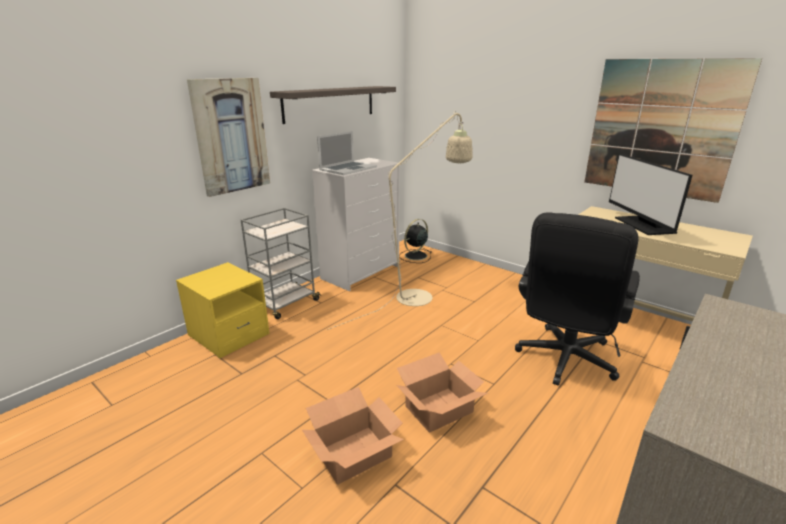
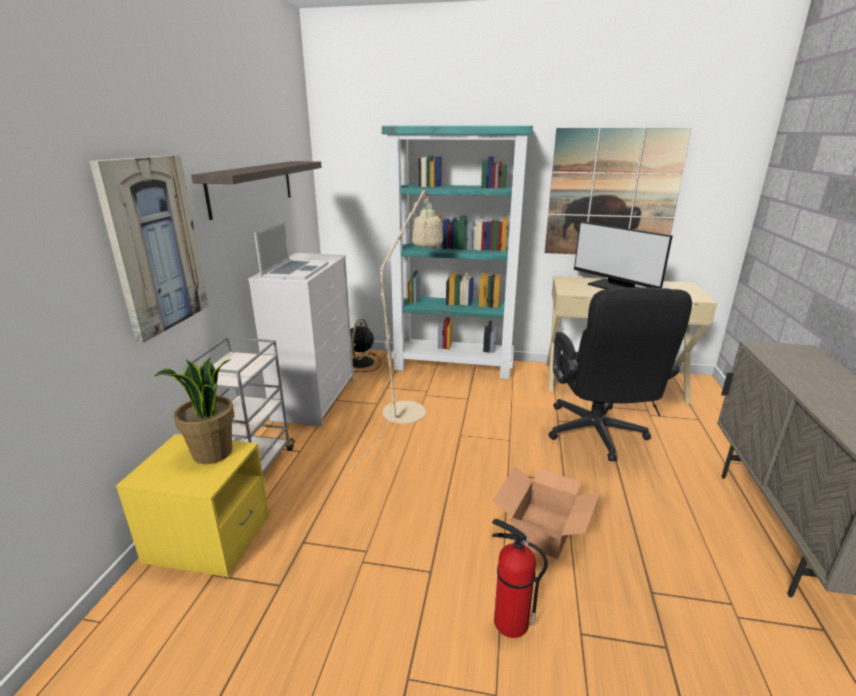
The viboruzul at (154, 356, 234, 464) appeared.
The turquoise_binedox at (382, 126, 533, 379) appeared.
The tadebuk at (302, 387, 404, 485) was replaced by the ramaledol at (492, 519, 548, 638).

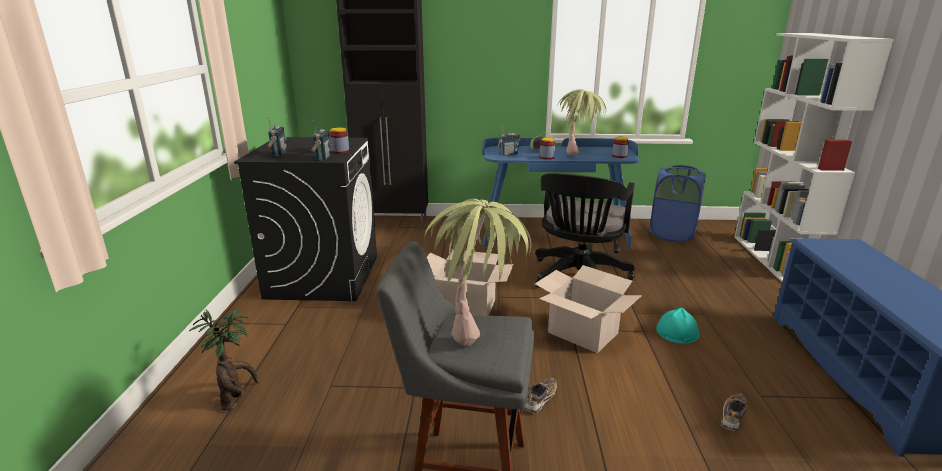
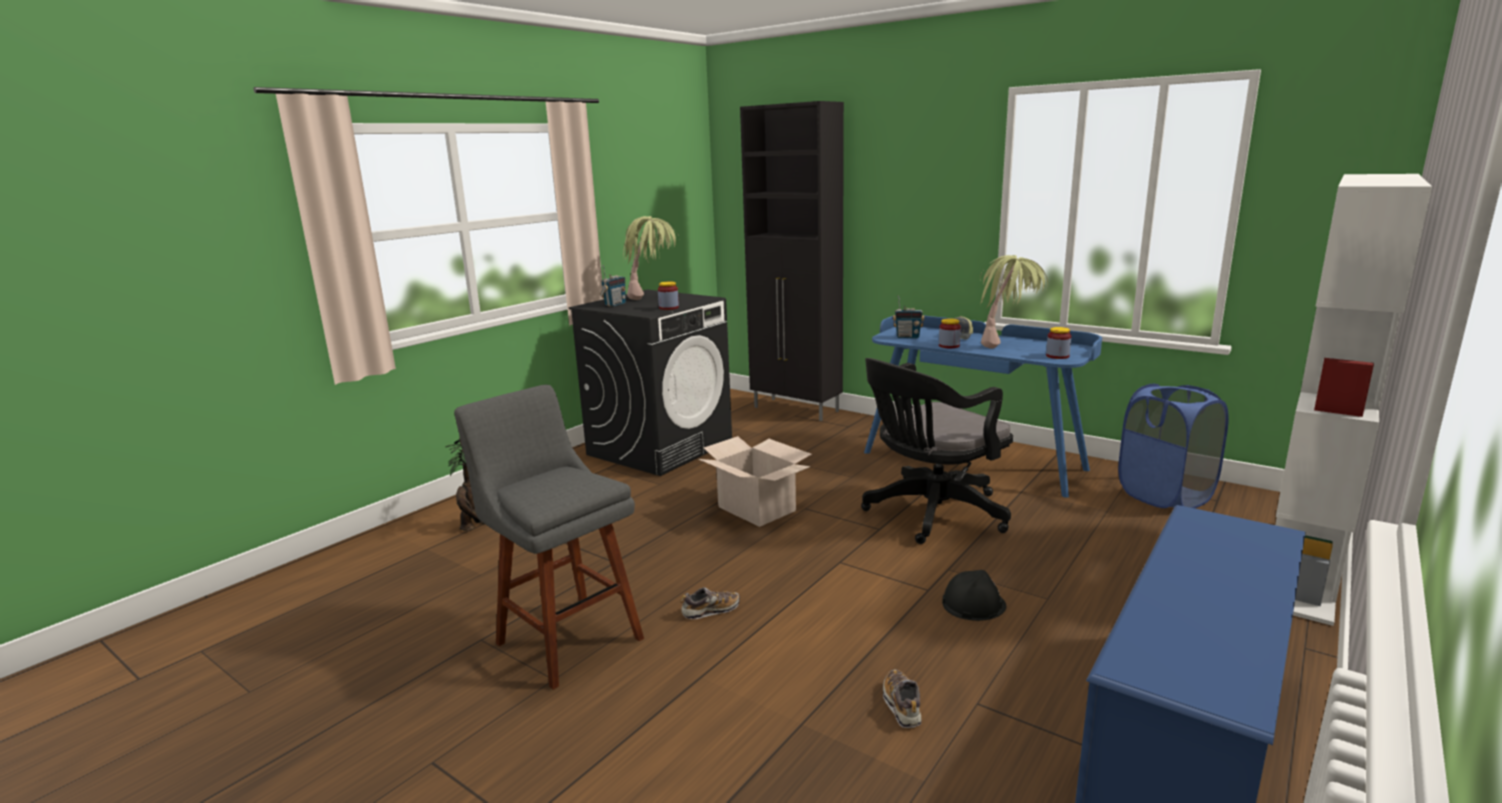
The viboruzul moved from (425, 199, 532, 346) to (623, 216, 679, 300).
The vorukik at (721, 393, 747, 431) turned 75 degrees counterclockwise.
The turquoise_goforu at (656, 308, 699, 344) became the black_goforu at (942, 570, 1007, 621).
The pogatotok at (311, 120, 331, 161) disappeared.
The tadebuk at (535, 265, 642, 353) disappeared.

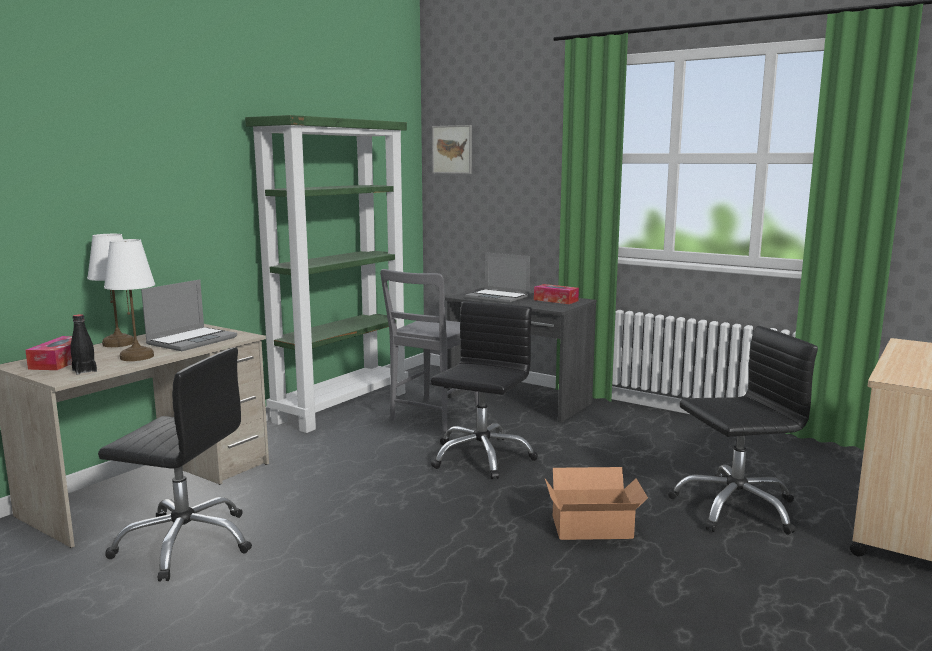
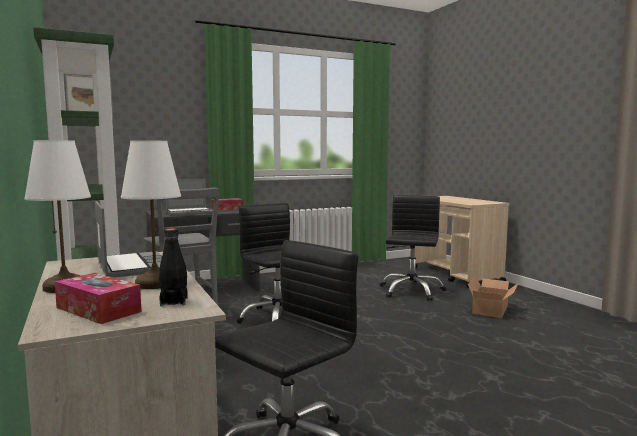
The tadebuk moved from (545, 467, 648, 540) to (468, 276, 519, 318).

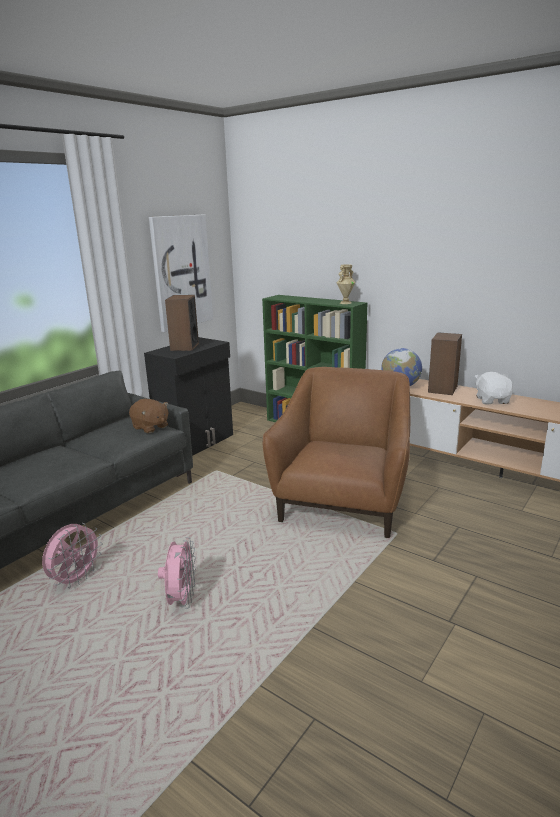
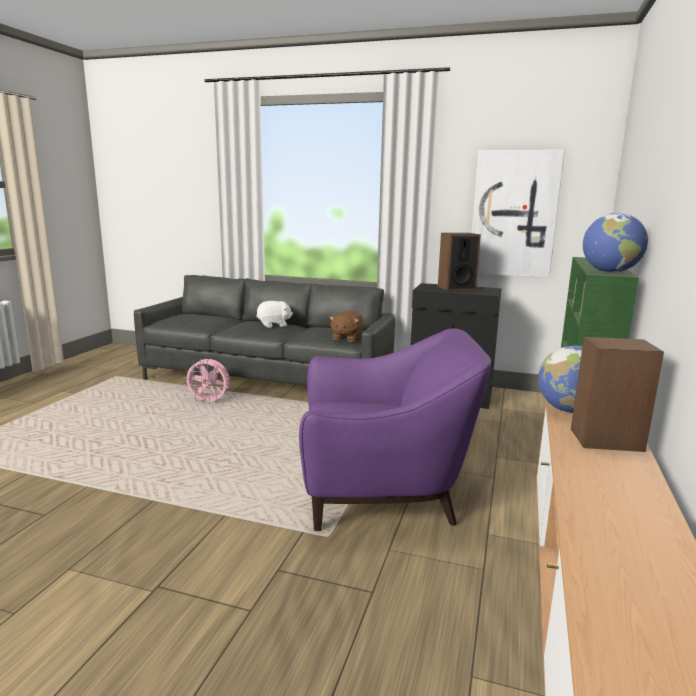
The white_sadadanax moved from (475, 372, 513, 404) to (256, 301, 293, 328).
The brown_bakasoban at (263, 367, 410, 538) became the purple_bakasoban at (299, 328, 491, 531).
The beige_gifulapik at (337, 264, 355, 304) was replaced by the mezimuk at (583, 213, 648, 273).
The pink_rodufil at (158, 537, 196, 609) disappeared.

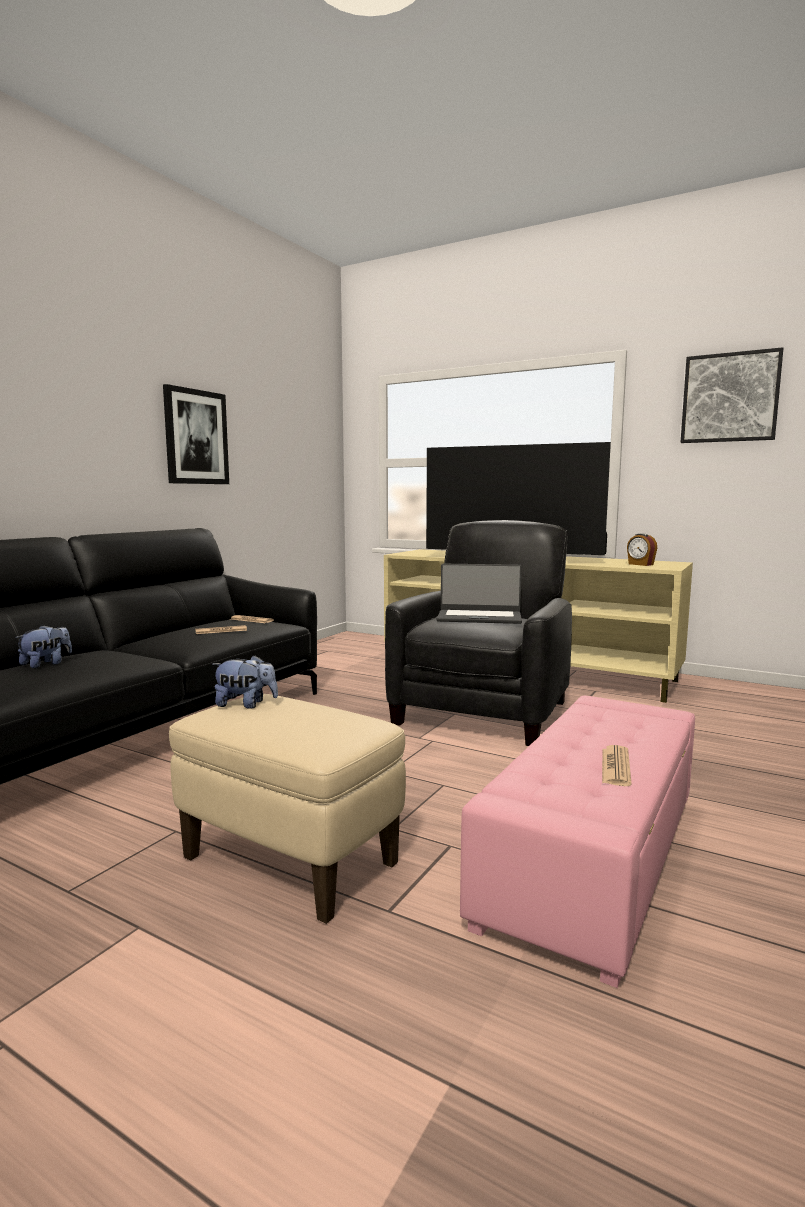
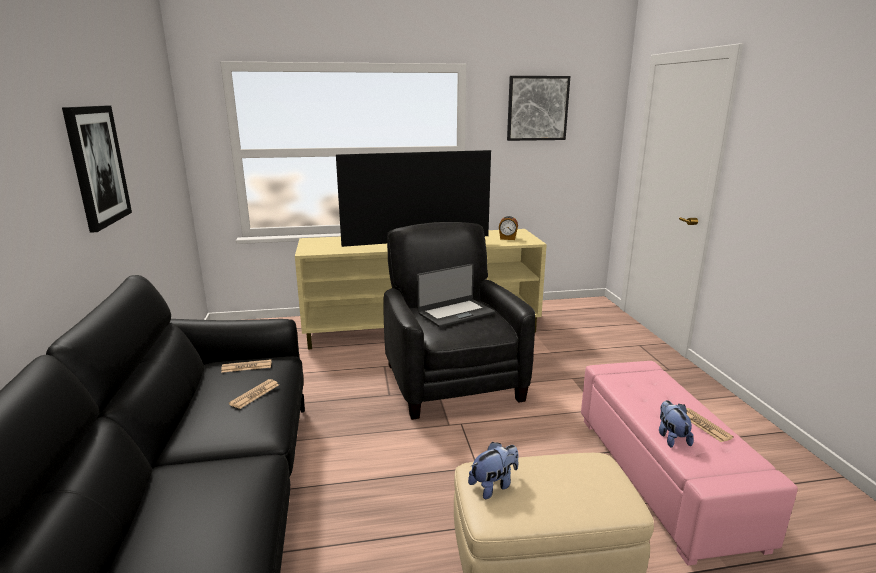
The sadadanax moved from (15, 625, 72, 668) to (659, 400, 694, 448).

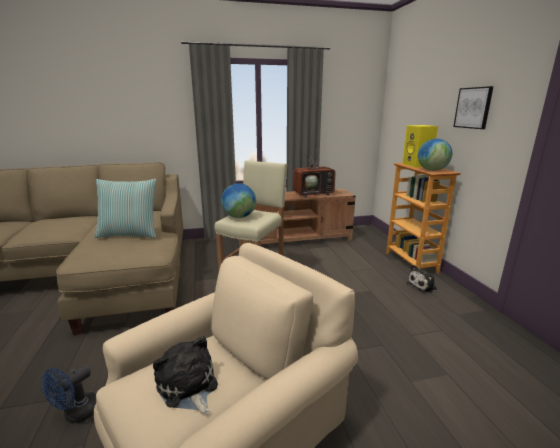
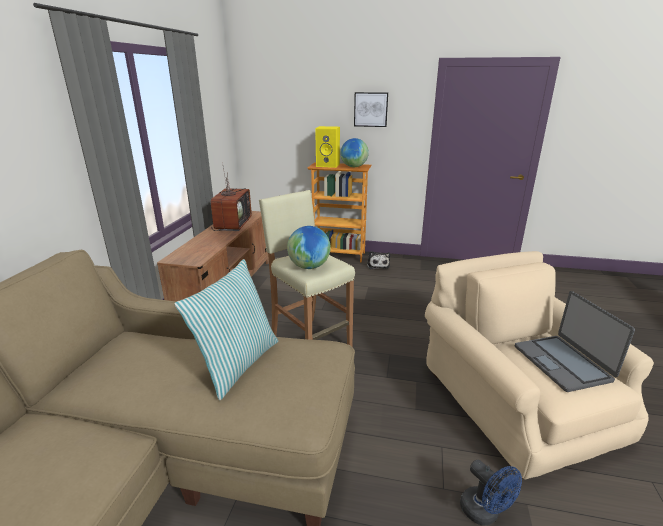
The sadadanax at (153, 336, 218, 415) was replaced by the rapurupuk at (515, 291, 635, 392).

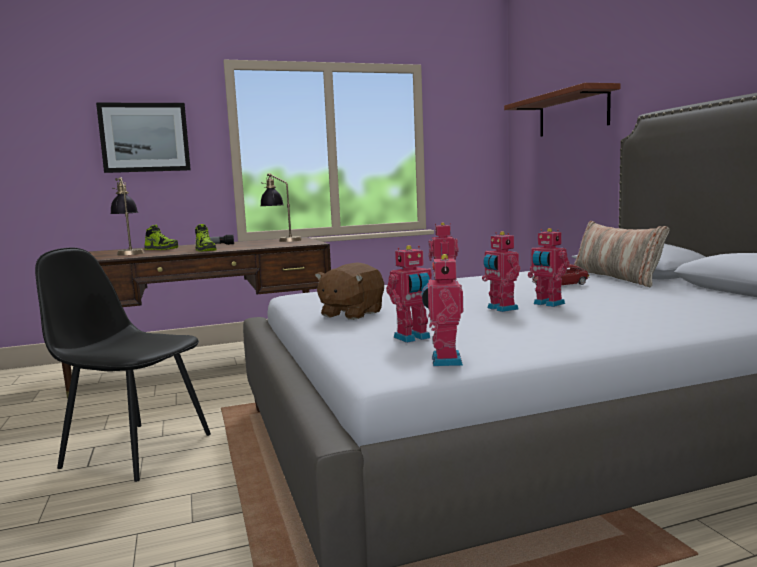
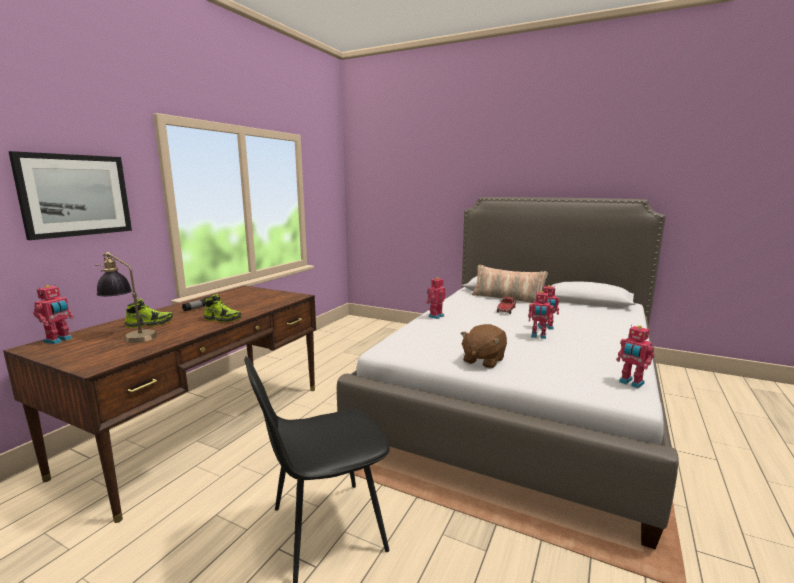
The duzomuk moved from (386, 245, 432, 343) to (33, 284, 74, 344).
The brown_sadadanax at (315, 263, 384, 320) turned 45 degrees clockwise.
The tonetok at (260, 173, 302, 242) disappeared.
The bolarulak at (504, 83, 621, 137) disappeared.

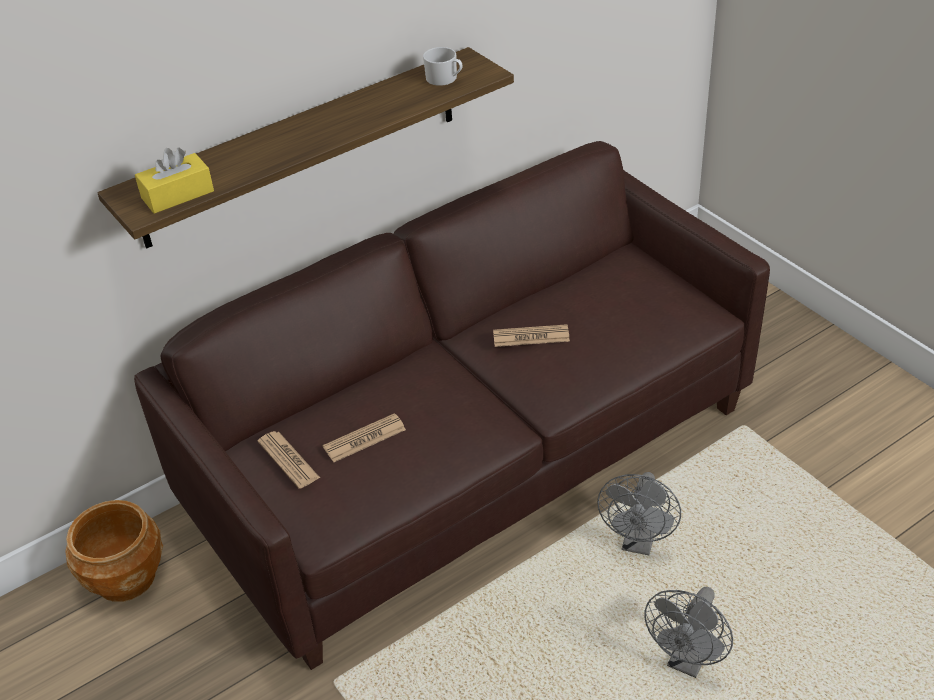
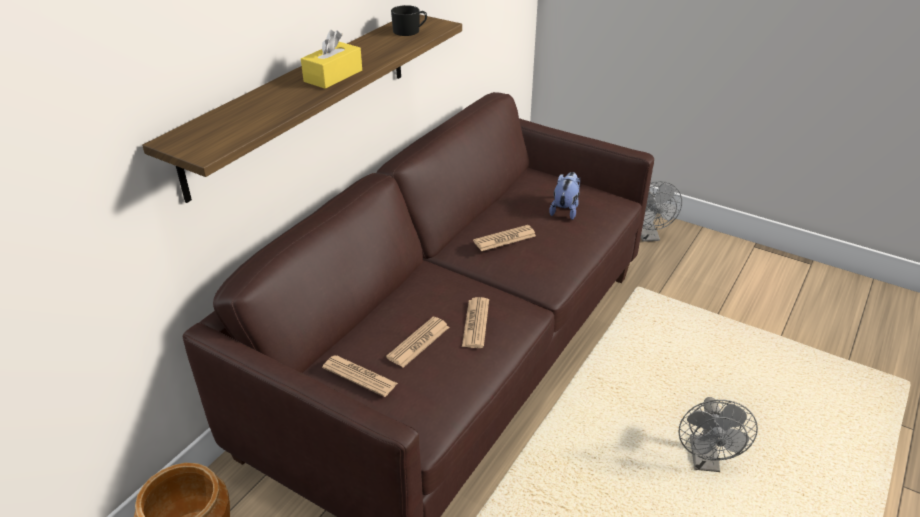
The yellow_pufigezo moved from (135, 147, 214, 214) to (301, 30, 362, 89).
The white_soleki at (423, 47, 462, 86) became the black_soleki at (391, 5, 427, 36).
The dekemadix at (462, 297, 489, 348) appeared.
The sadadanax at (549, 172, 580, 220) appeared.
The grey_rodufil moved from (597, 472, 681, 555) to (641, 181, 682, 242).

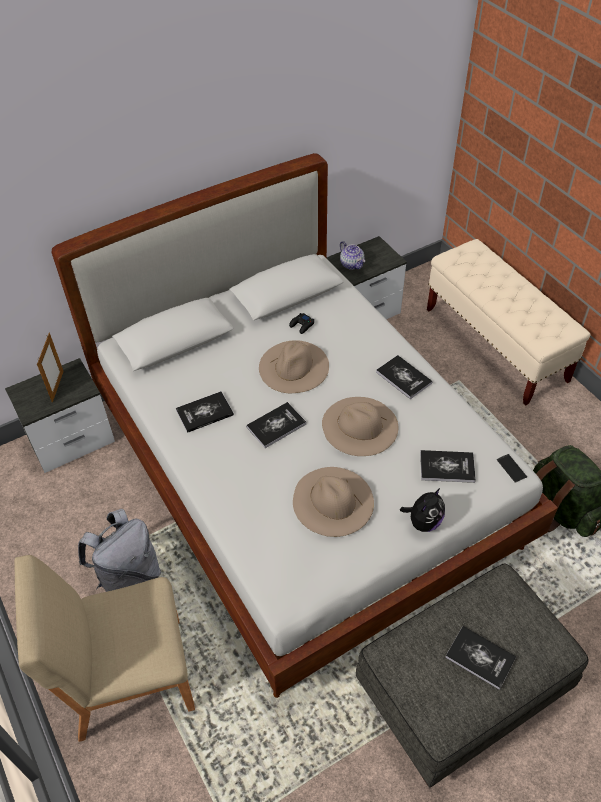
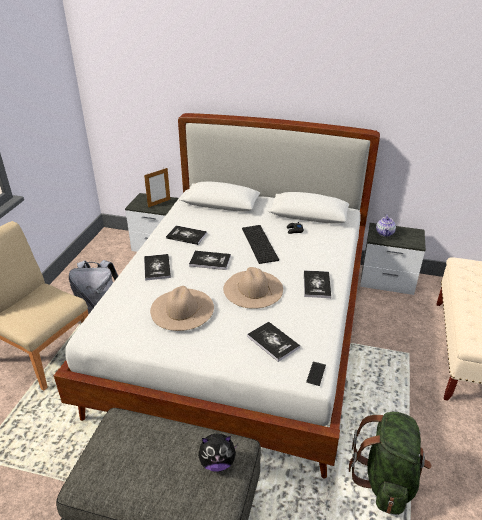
The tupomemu moved from (445, 626, 516, 690) to (144, 254, 171, 281).
The sadadanax moved from (400, 488, 445, 532) to (198, 433, 238, 472).
The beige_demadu at (259, 340, 329, 393) was replaced by the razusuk at (242, 225, 279, 264).

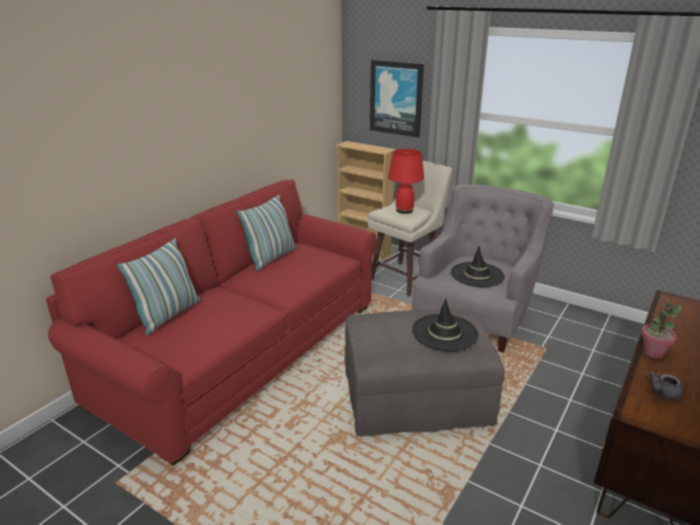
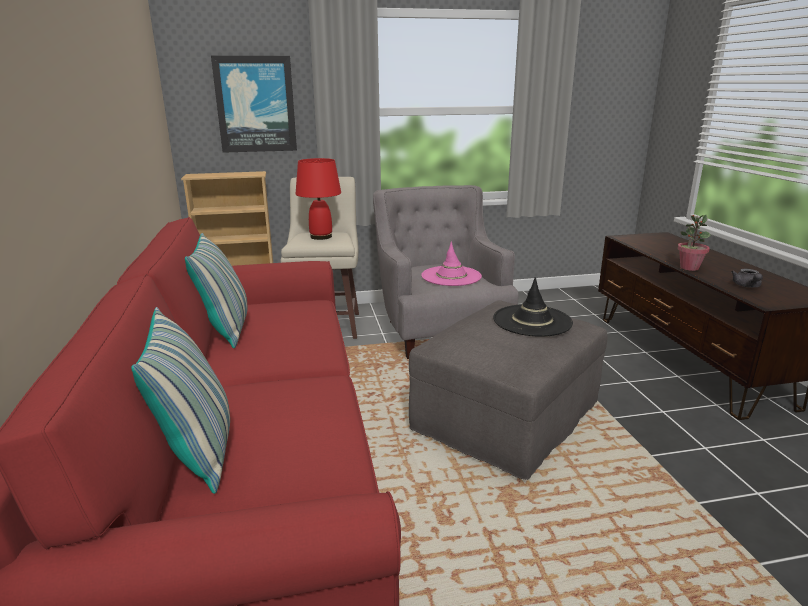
The black_demadu at (451, 246, 505, 287) became the pink_demadu at (421, 242, 482, 286).

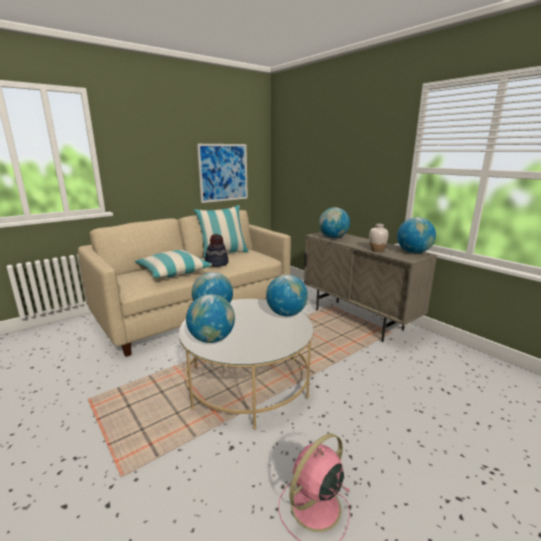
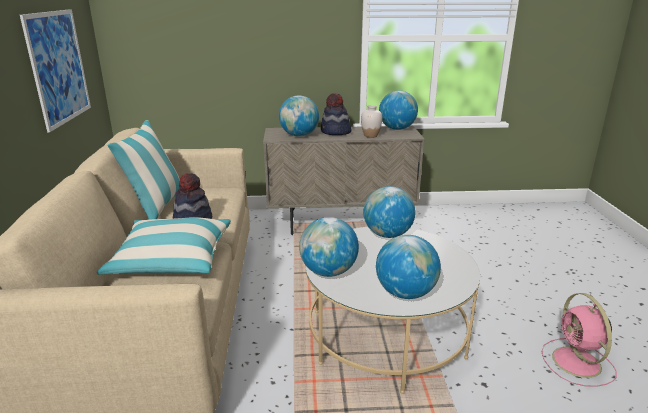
The demadu at (321, 94, 352, 135) appeared.

